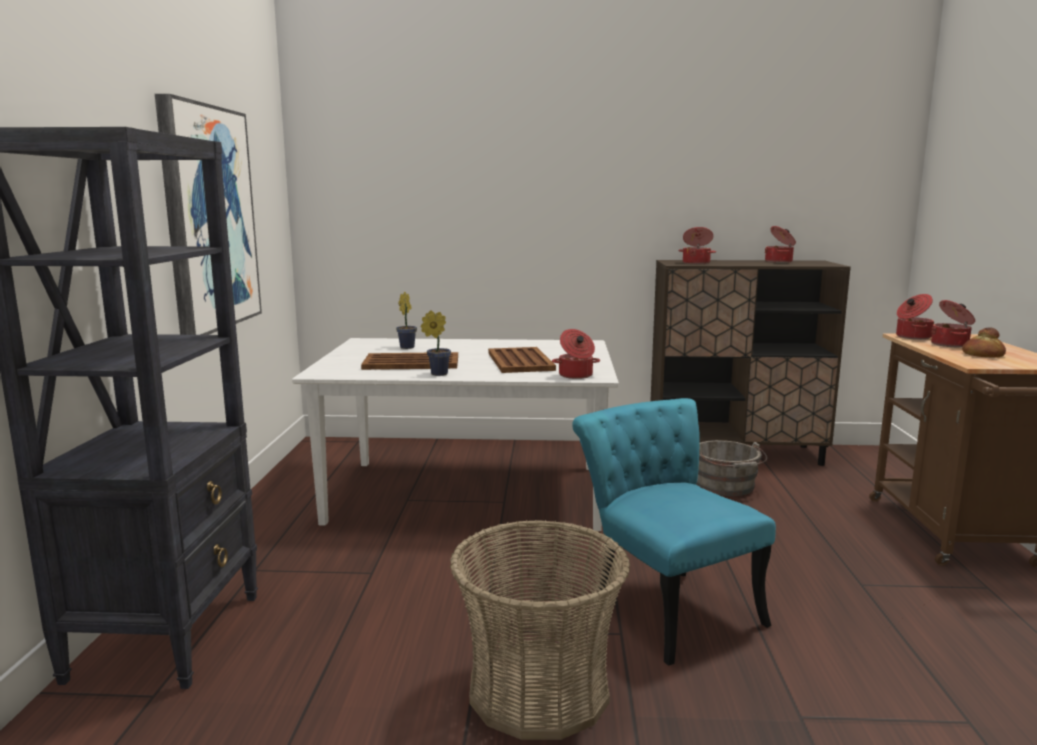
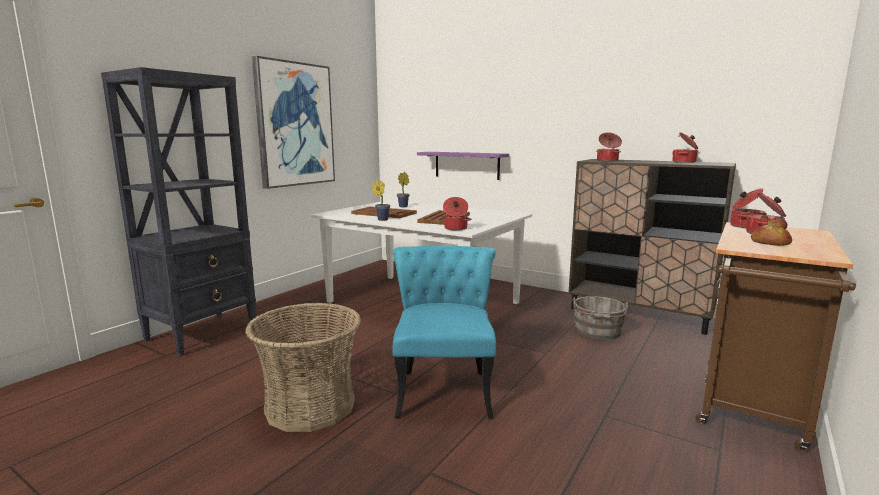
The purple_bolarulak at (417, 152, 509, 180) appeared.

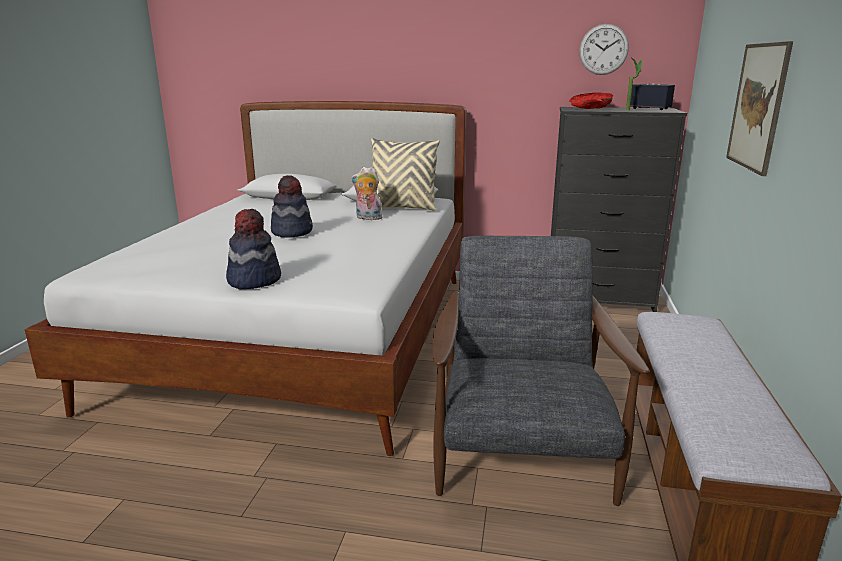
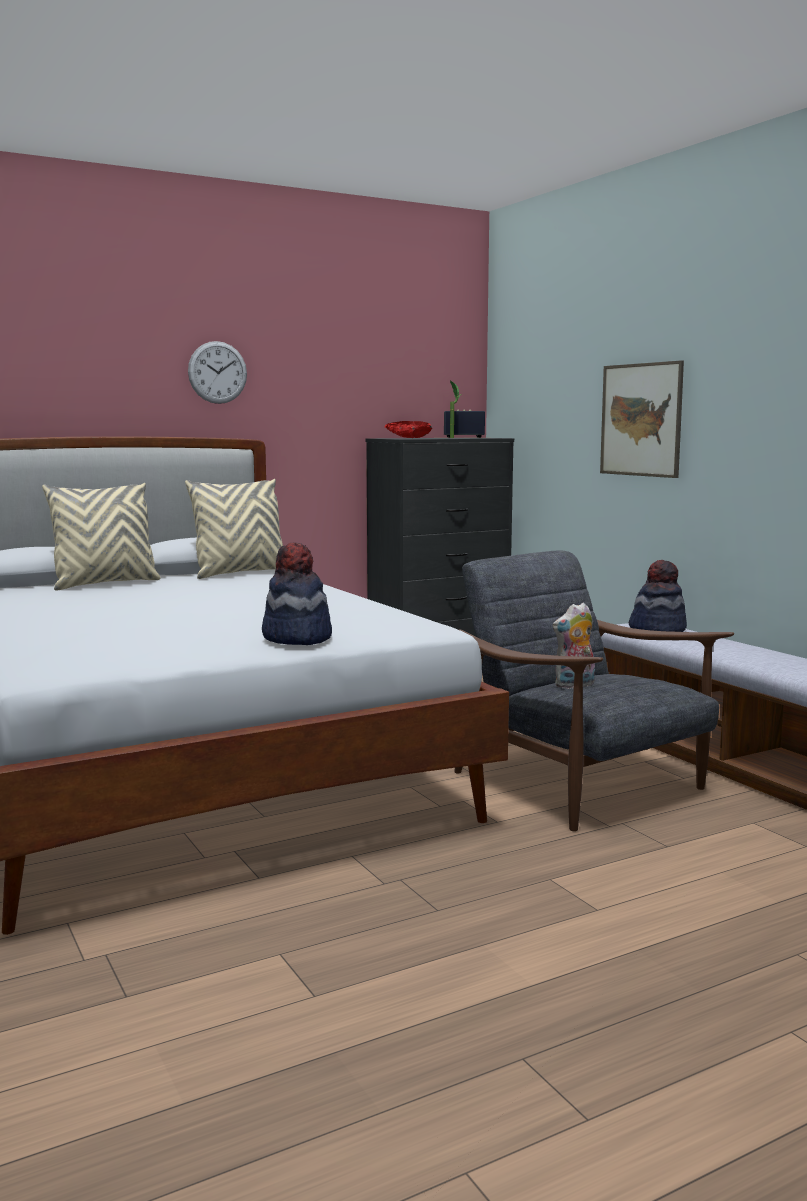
The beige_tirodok at (42, 483, 161, 590) appeared.
The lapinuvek moved from (579, 24, 629, 75) to (188, 341, 247, 404).
The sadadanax moved from (351, 167, 384, 220) to (553, 603, 595, 689).
The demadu moved from (271, 175, 313, 238) to (629, 560, 687, 632).

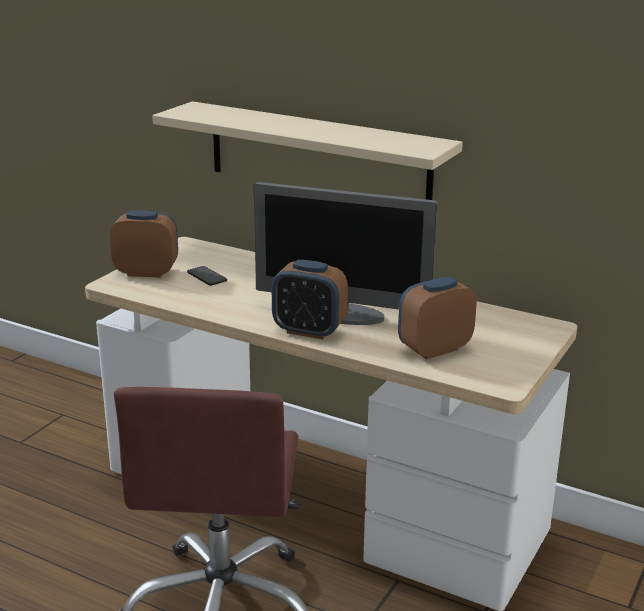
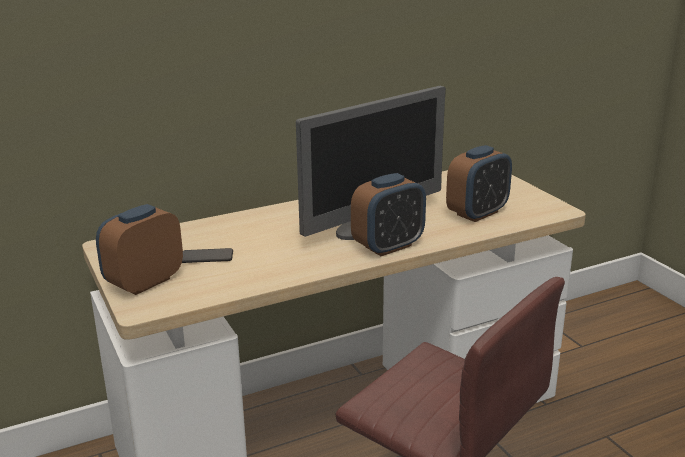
The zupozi at (398, 277, 477, 359) turned 135 degrees counterclockwise.
The beige_bolarulak at (153, 101, 463, 200) disappeared.

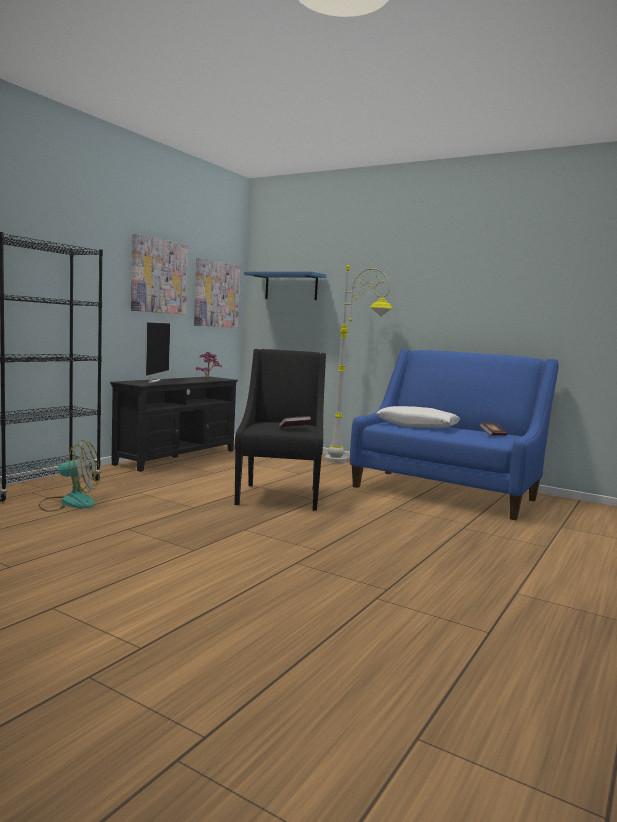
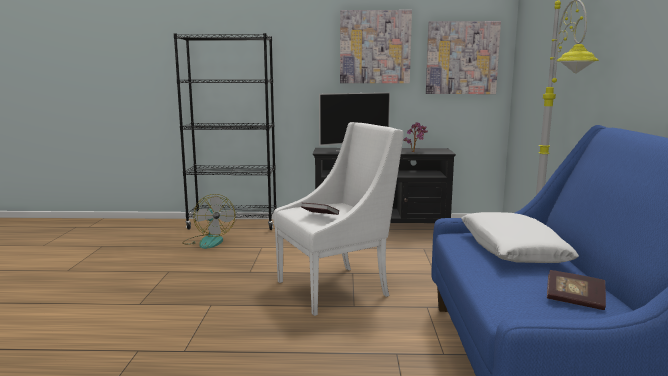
The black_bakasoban at (235, 349, 326, 511) became the white_bakasoban at (273, 122, 404, 316).
The blue_bolarulak at (244, 271, 326, 300) disappeared.

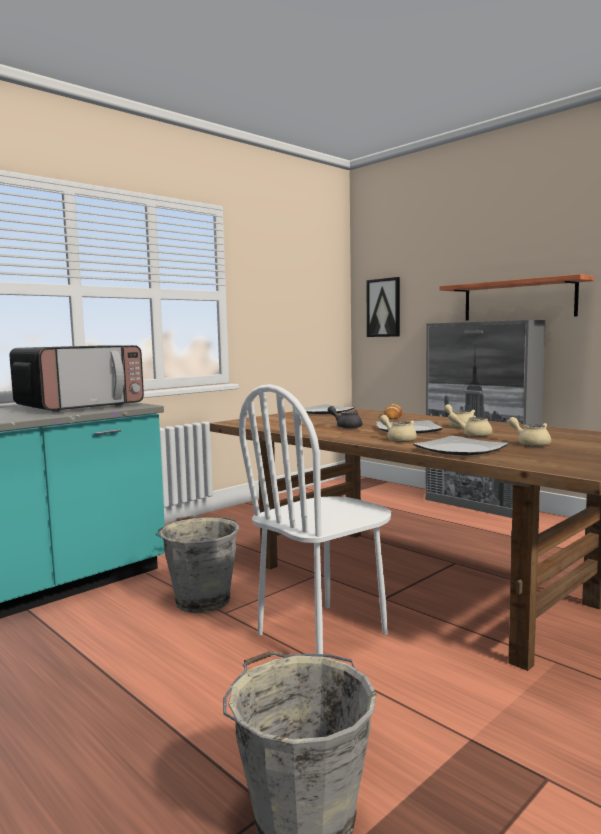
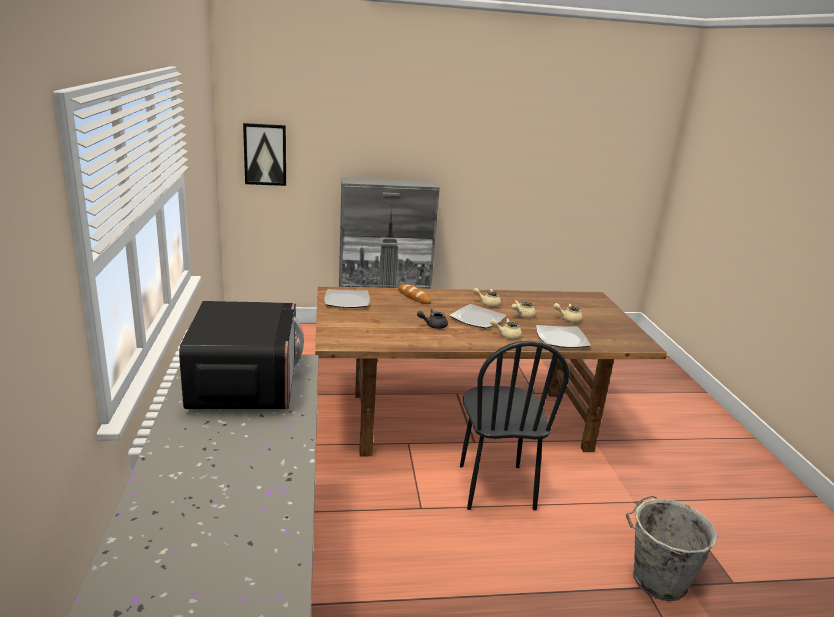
The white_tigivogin at (239, 384, 391, 654) became the black_tigivogin at (460, 341, 569, 510).
The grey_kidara at (156, 516, 239, 613) disappeared.
The bolarulak at (440, 274, 594, 320) disappeared.

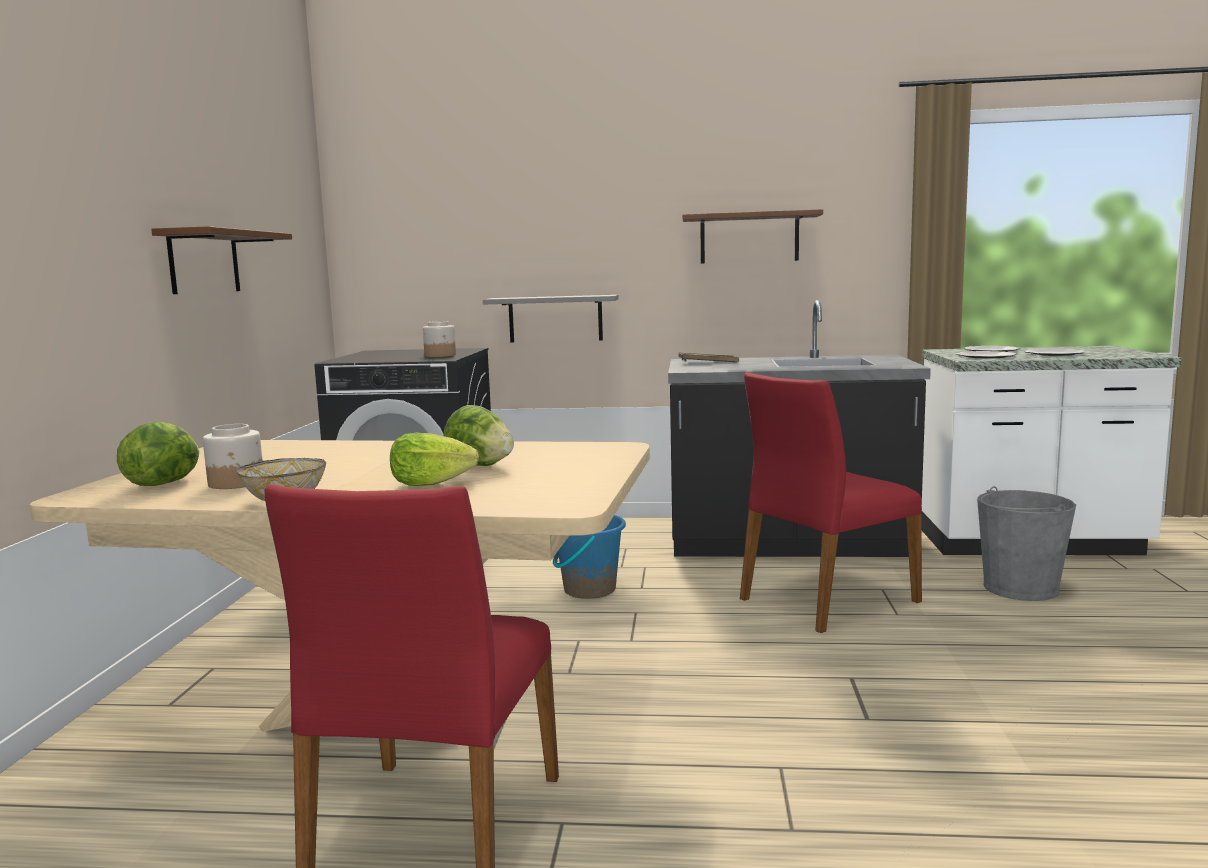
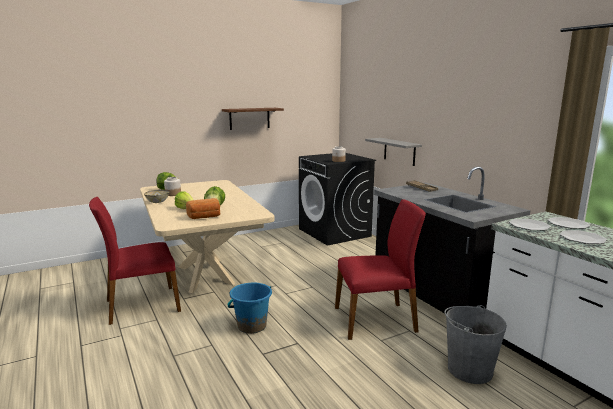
The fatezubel at (186, 198, 220, 219) appeared.
The blue_kidara moved from (553, 515, 626, 599) to (227, 283, 272, 334).
The red_tigivogin at (740, 372, 922, 633) turned 150 degrees clockwise.
The brown_bolarulak at (683, 209, 823, 264) disappeared.

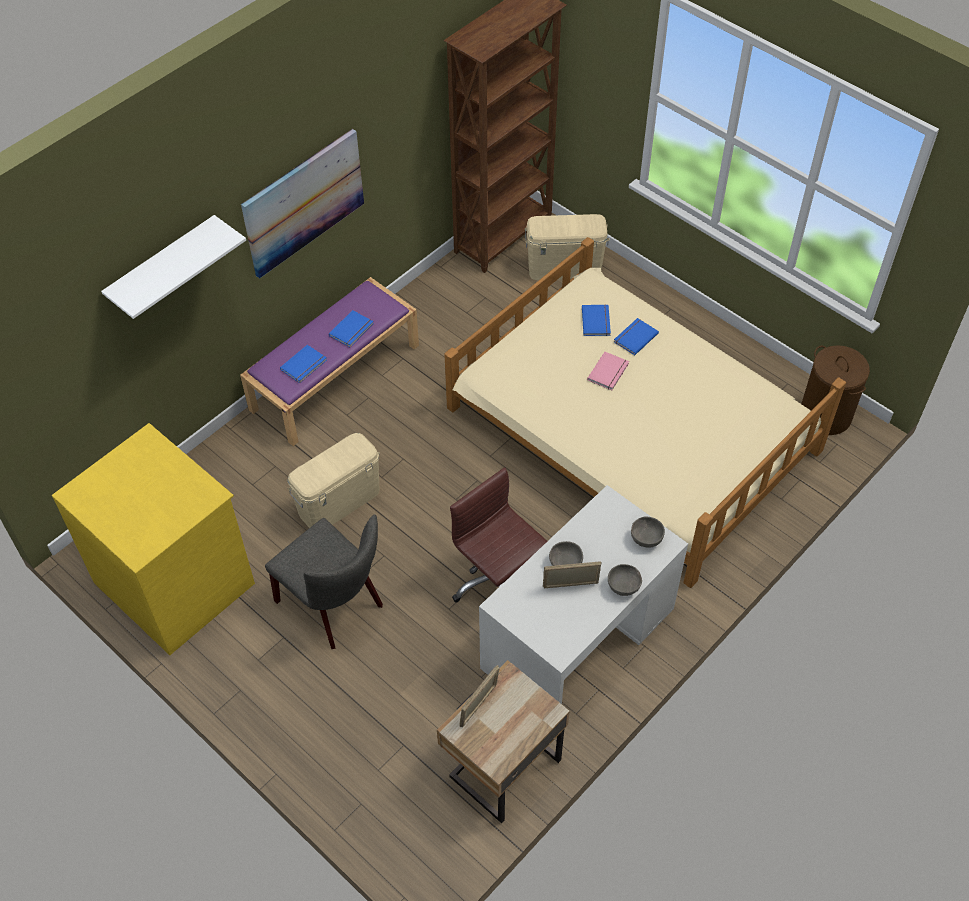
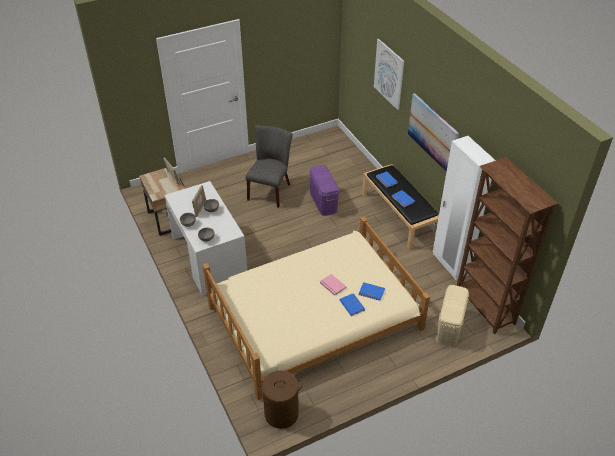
The grey_tigivogin at (265, 514, 383, 649) turned 135 degrees clockwise.
The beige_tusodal at (287, 433, 380, 528) became the purple_tusodal at (309, 165, 339, 216).
The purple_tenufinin at (240, 277, 419, 446) became the black_tenufinin at (362, 164, 439, 250).
The white_bolarulak at (101, 215, 246, 319) was replaced by the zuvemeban at (374, 39, 404, 110).
The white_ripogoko at (433, 136, 496, 280) appeared.
The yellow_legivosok at (52, 423, 255, 655) disappeared.
The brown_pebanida at (450, 468, 547, 603) disappeared.

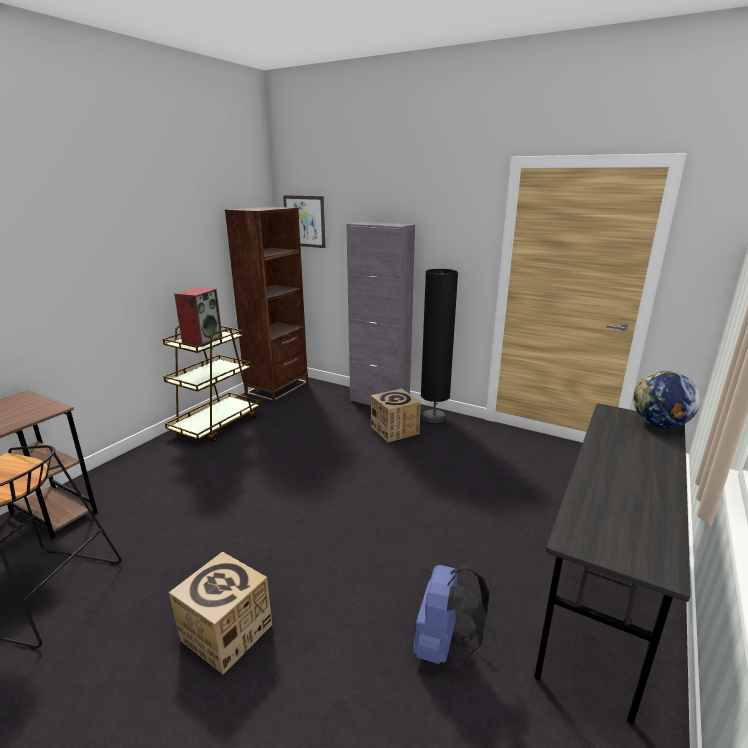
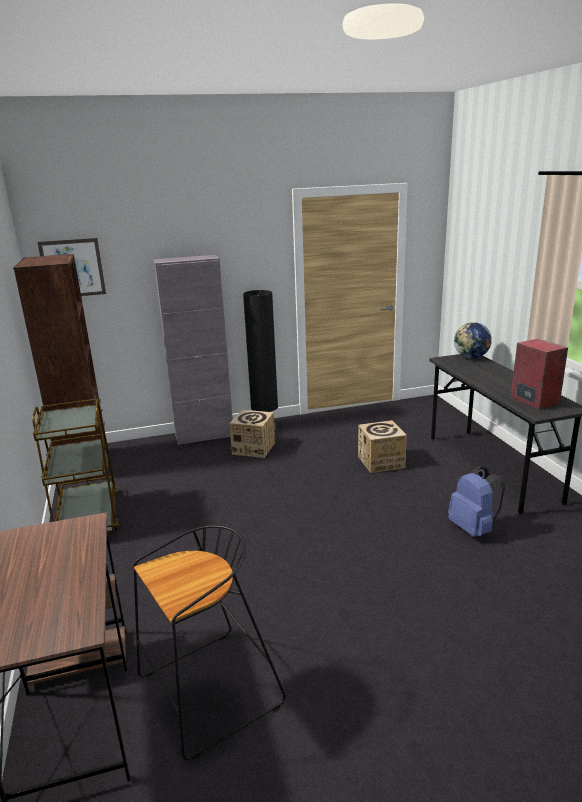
The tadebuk moved from (169, 552, 272, 675) to (358, 420, 407, 473).
The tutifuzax moved from (174, 287, 222, 347) to (511, 339, 568, 410).

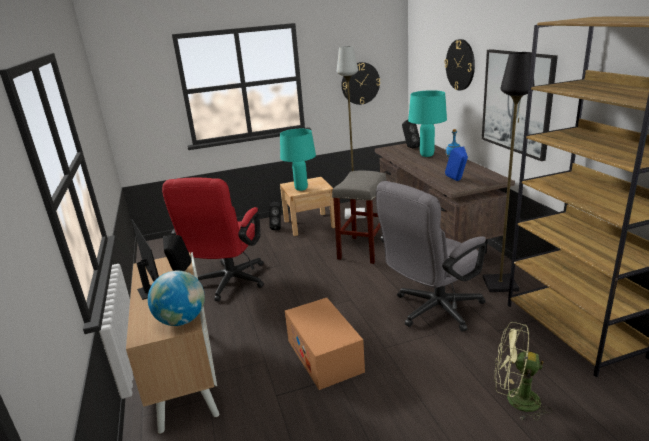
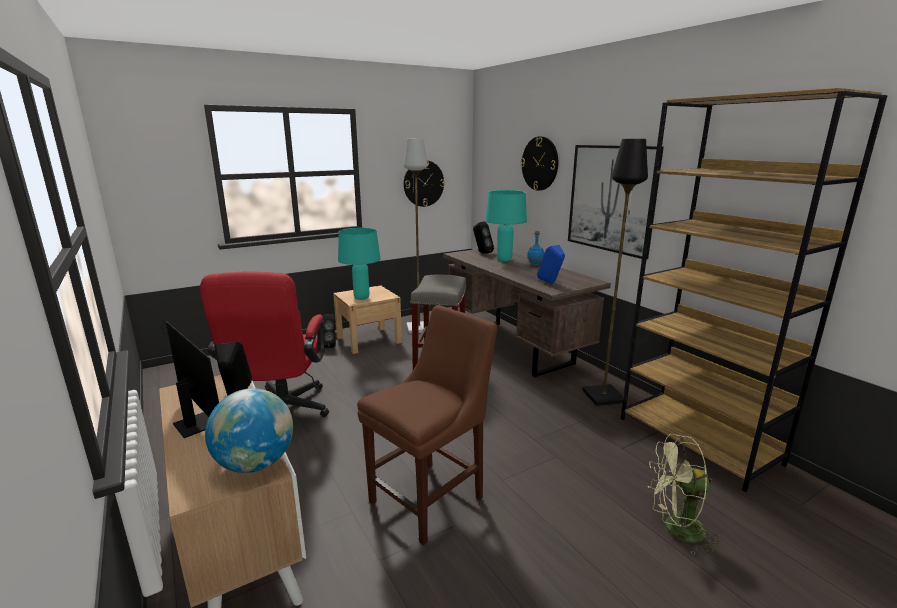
The tadebuk at (285, 298, 365, 390) was replaced by the brown_tigivogin at (357, 305, 497, 545).
The grey_pebanida at (376, 181, 486, 331) disappeared.

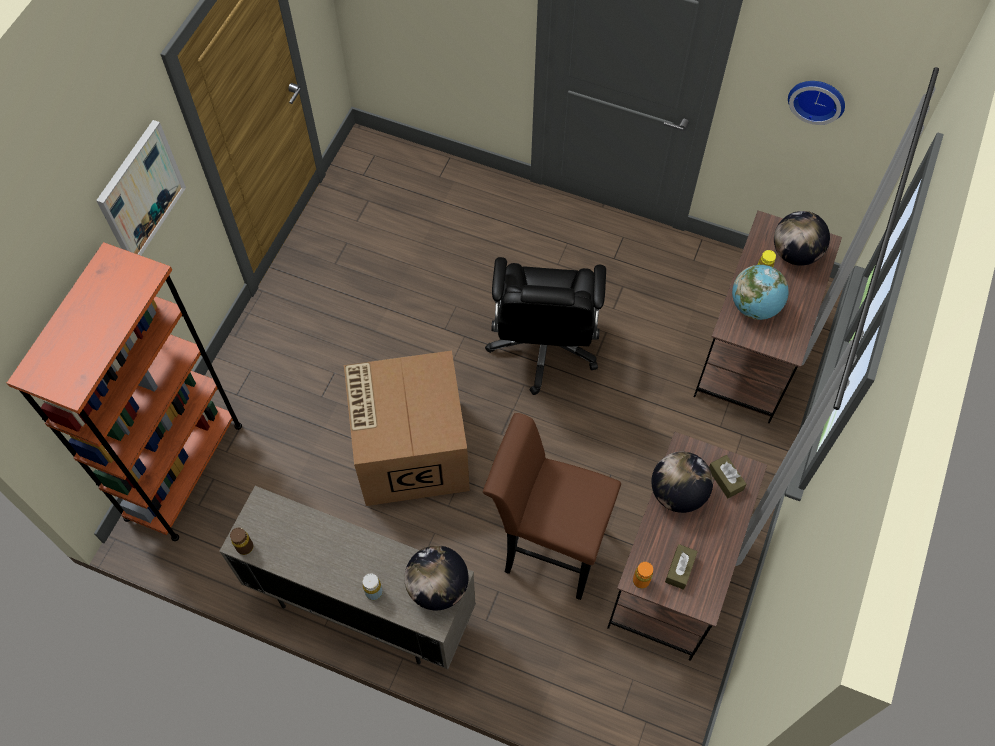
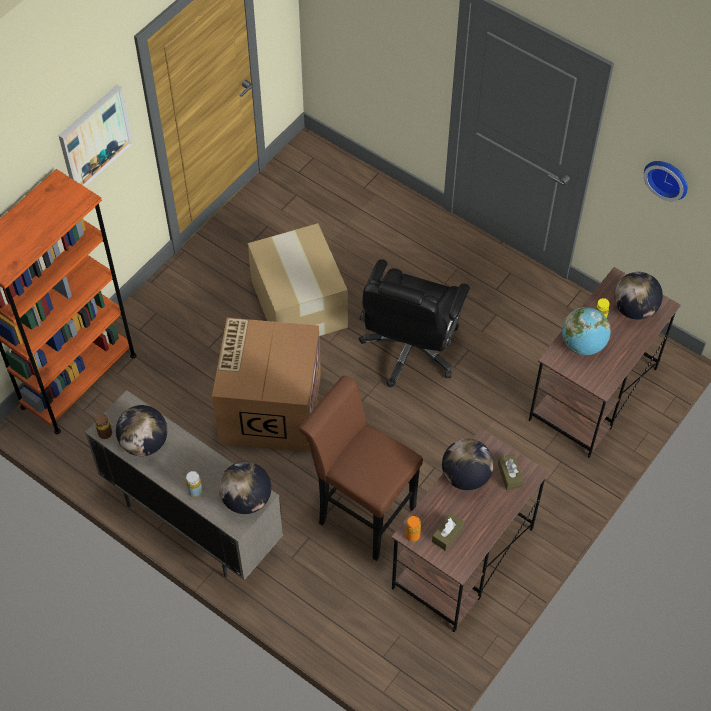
The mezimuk at (116, 405, 168, 456) appeared.
The tadebuk at (248, 223, 348, 336) appeared.

